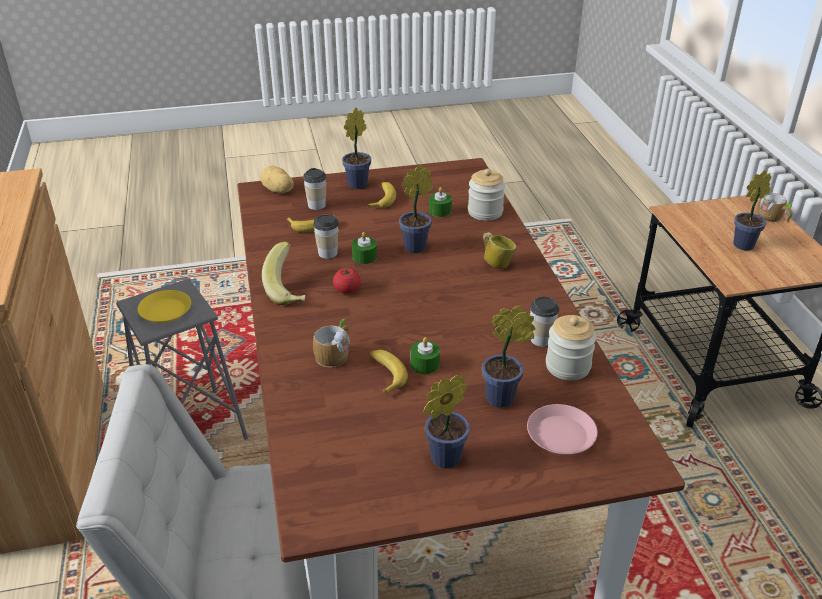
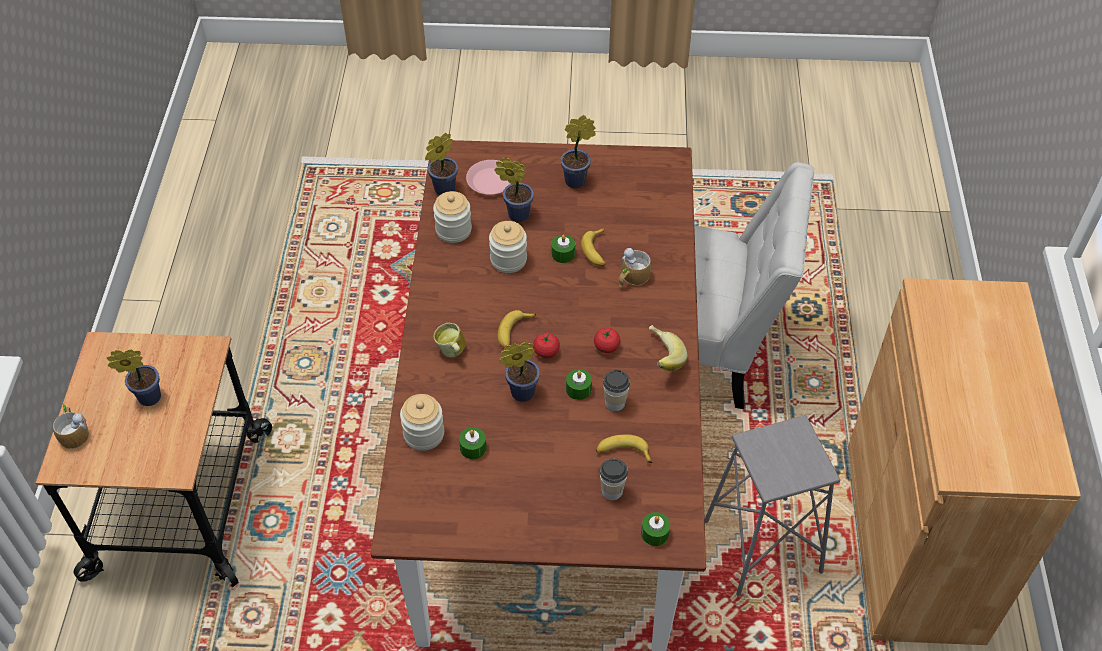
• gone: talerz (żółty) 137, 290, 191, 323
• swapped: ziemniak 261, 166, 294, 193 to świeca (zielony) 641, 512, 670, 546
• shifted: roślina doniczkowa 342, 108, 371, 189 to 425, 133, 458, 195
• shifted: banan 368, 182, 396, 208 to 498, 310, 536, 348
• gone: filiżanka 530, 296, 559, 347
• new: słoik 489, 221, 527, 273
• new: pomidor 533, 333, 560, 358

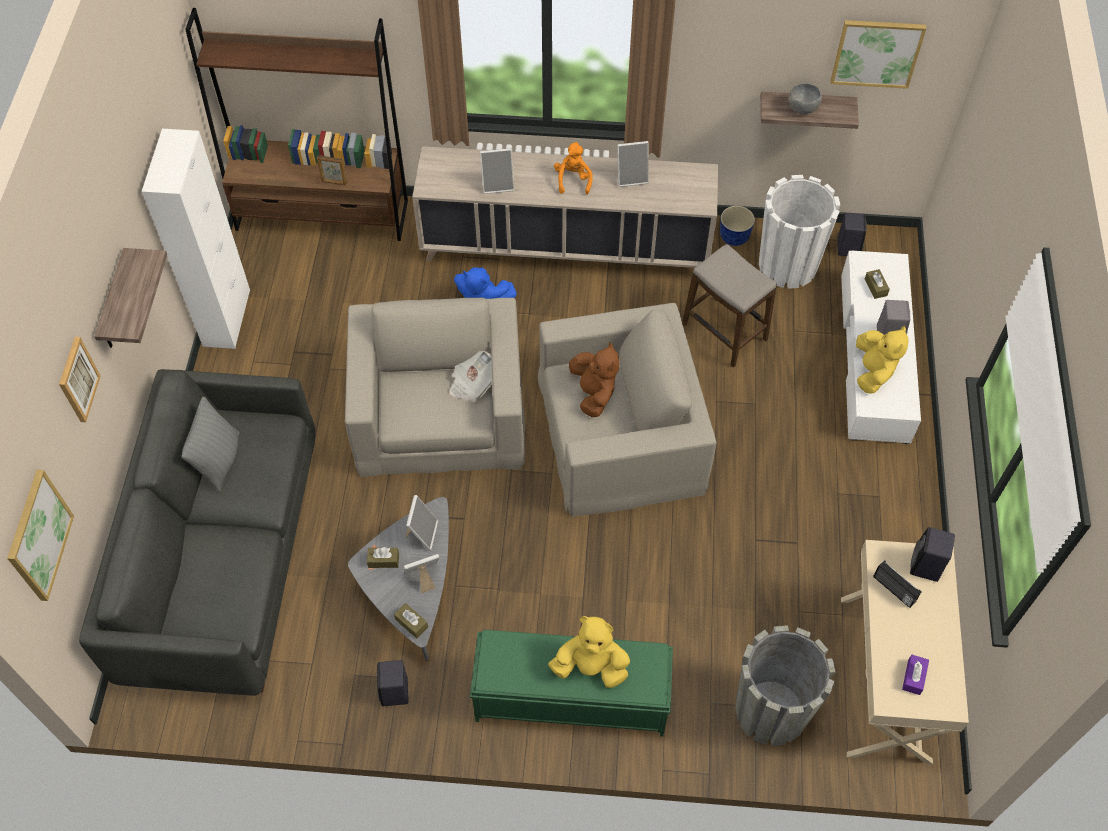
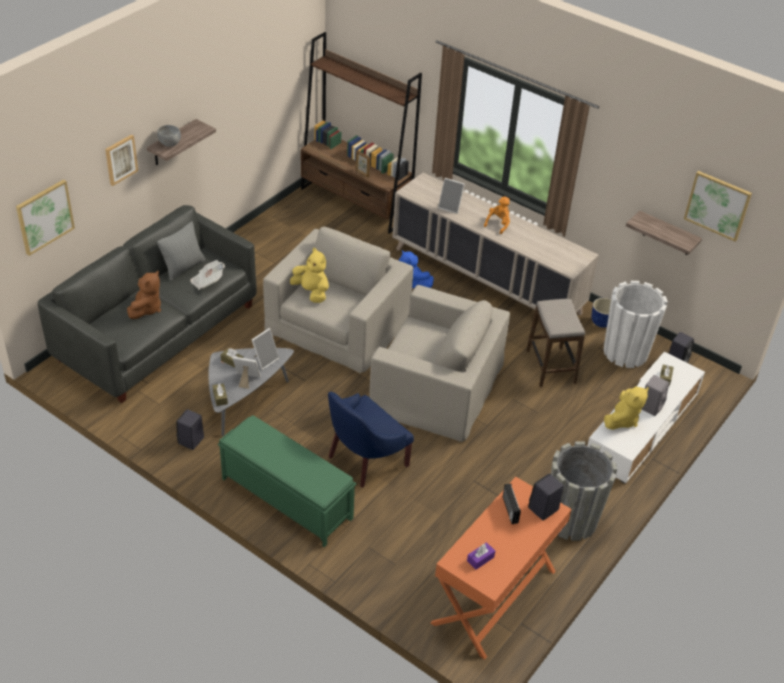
• gone: szafka (biały) 142, 129, 250, 349
• shifted: gazeta 449, 351, 492, 403 to 190, 260, 225, 290
• shifted: pluszak (żółty) 548, 616, 630, 688 to 290, 248, 329, 303
• shifted: pluszak (brązowy) 569, 342, 619, 417 to 127, 271, 161, 319
• gone: ramka na zdjęcie 617, 141, 649, 187
• shifted: donica (szary) 735, 625, 835, 746 to 551, 442, 618, 541
• shifted: miska (szary) 789, 83, 822, 114 to 157, 125, 181, 147
• repainted: stolik konsolowy (beżowy) 841, 540, 969, 764 to stolik konsolowy (pomarańczowy) 431, 477, 572, 660
• new: fotel (niebieski) 328, 392, 414, 488

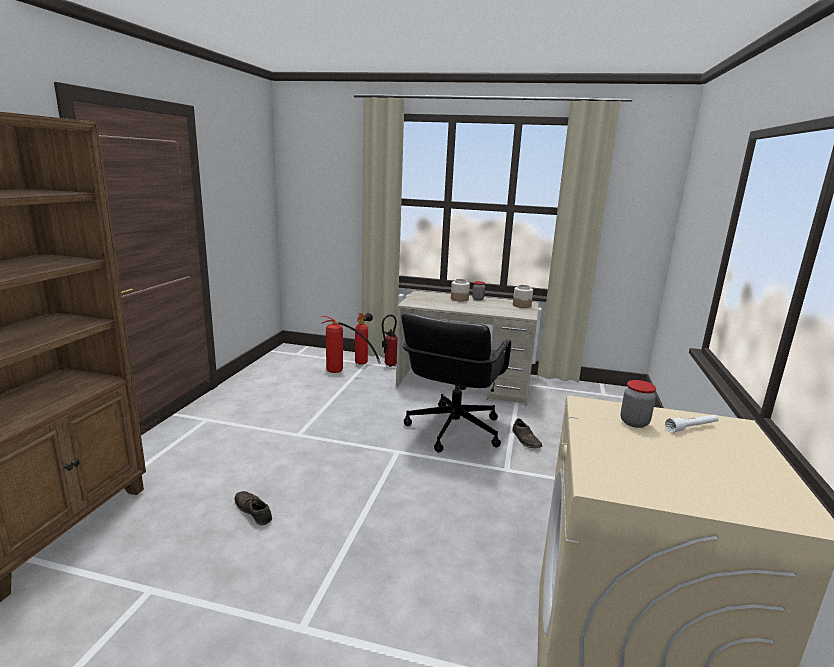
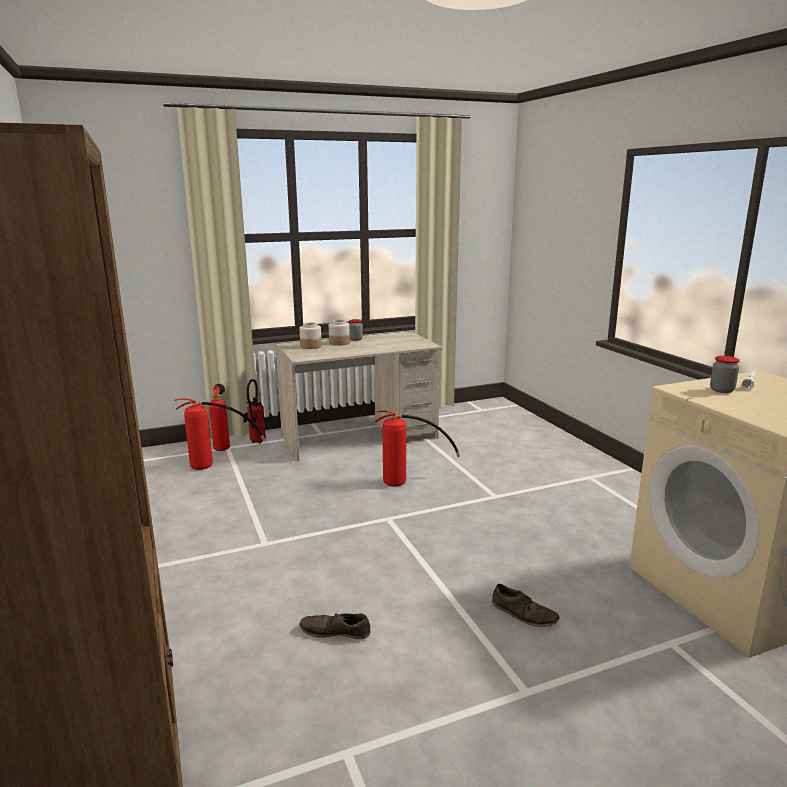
• swapped: krzesło biurowe (czarny) 401, 313, 511, 453 to gaśnica 374, 411, 460, 487
• shifted: but (brązowy) 512, 418, 542, 448 to 492, 584, 560, 627
• shifted: słoik 513, 285, 533, 308 to 300, 322, 322, 349

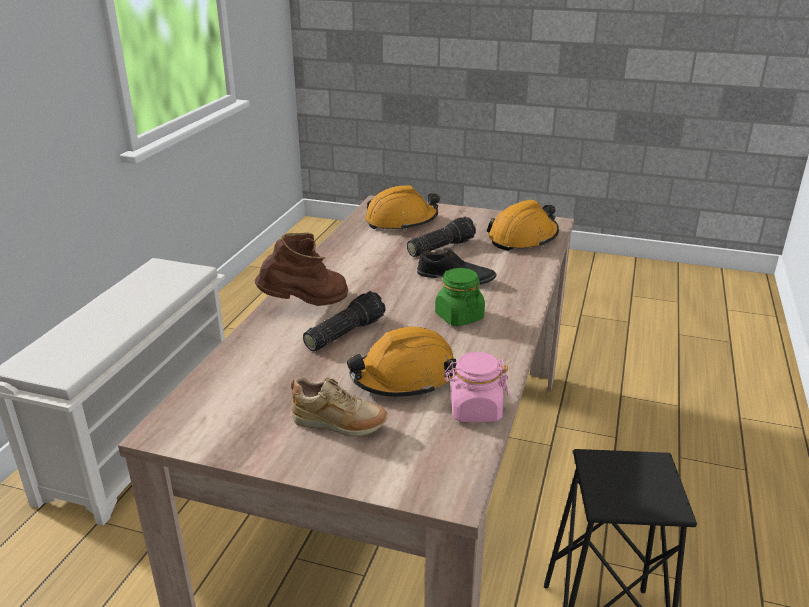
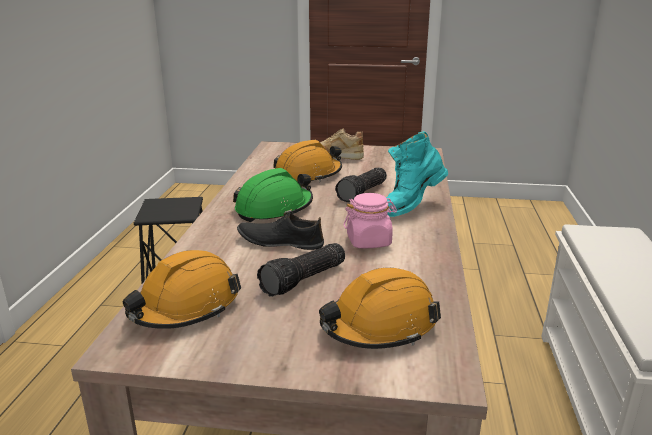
• repainted: but z cholewką (brązowy) 255, 232, 348, 306 to but z cholewką (turkusowy) 386, 131, 448, 217
• swapped: słoik (zielony) 435, 268, 485, 326 to kask (zielony) 233, 168, 313, 222
• shifted: słoik (różowy) 444, 352, 509, 422 to 344, 193, 397, 248

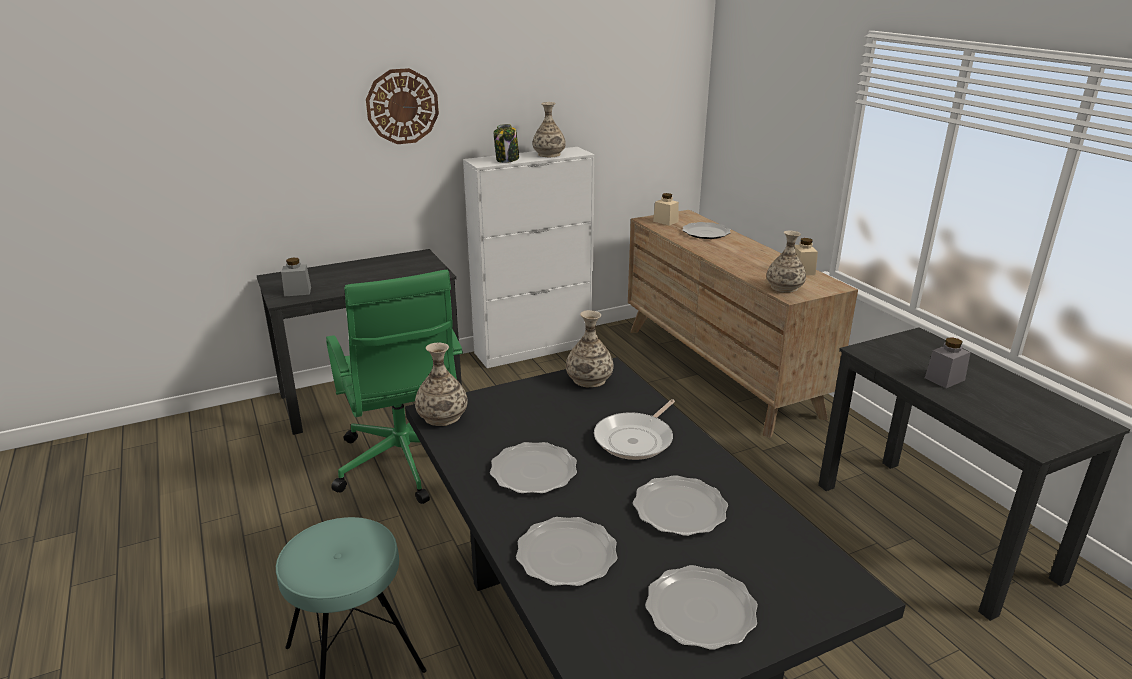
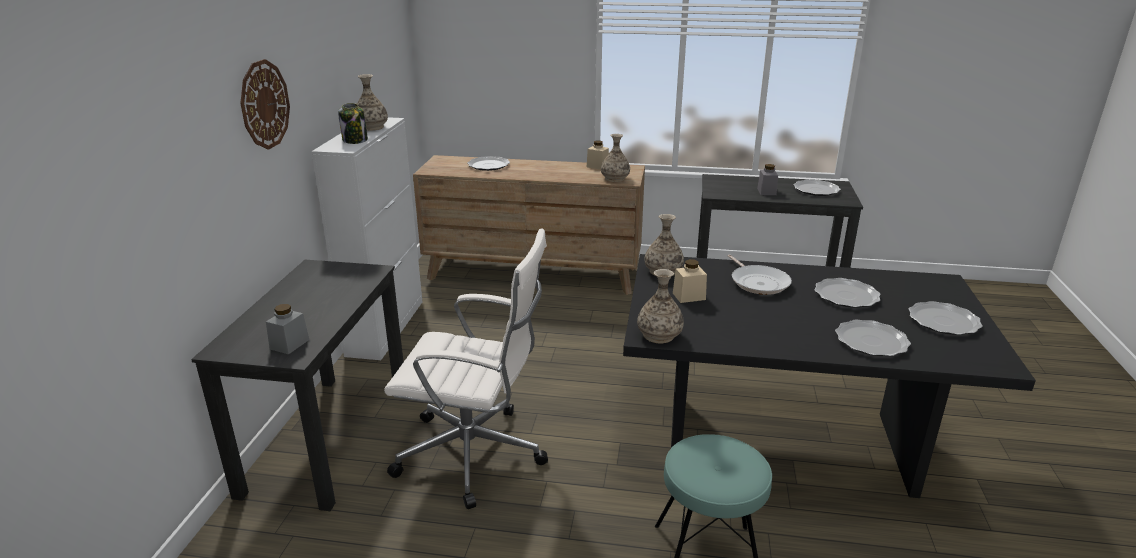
• repainted: krzesło biurowe (zielony) 326, 270, 463, 504 to krzesło biurowe (biały) 384, 229, 548, 509
• shifted: talerz 490, 442, 577, 494 to 793, 179, 841, 196
• shifted: słoik (beżowy) 653, 193, 679, 226 to 673, 259, 707, 303

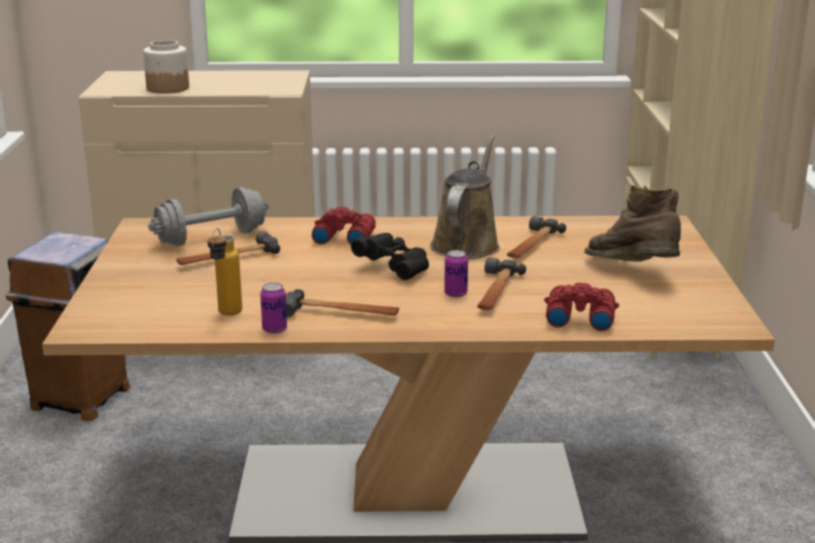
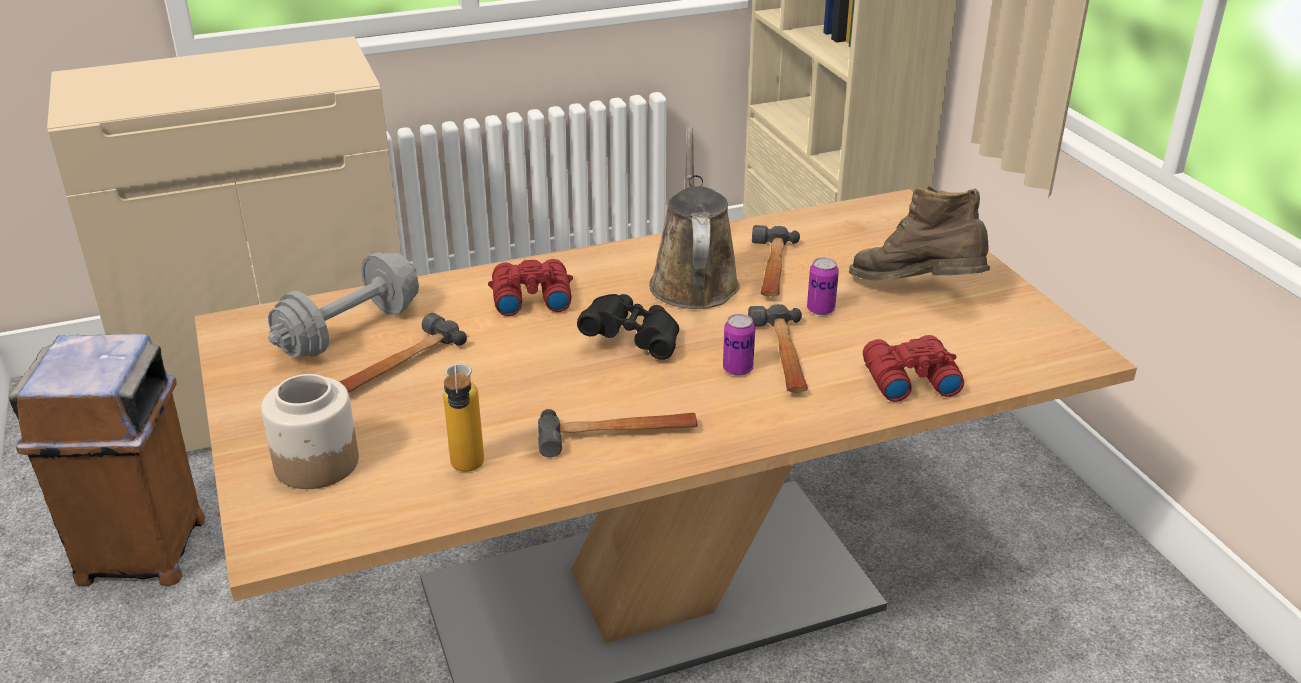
• shifted: słoik 143, 40, 189, 94 to 261, 374, 359, 489
• shifted: puszka 260, 283, 287, 334 to 807, 257, 839, 315

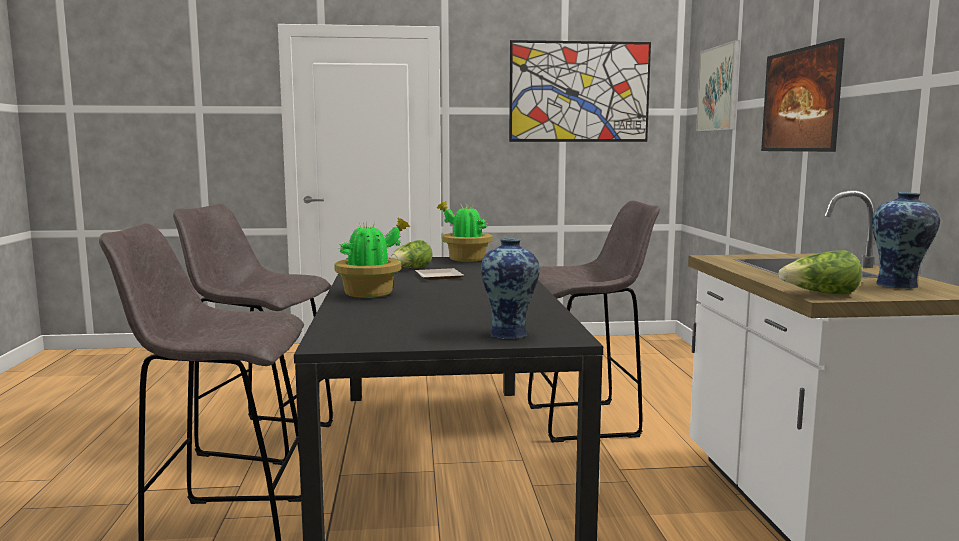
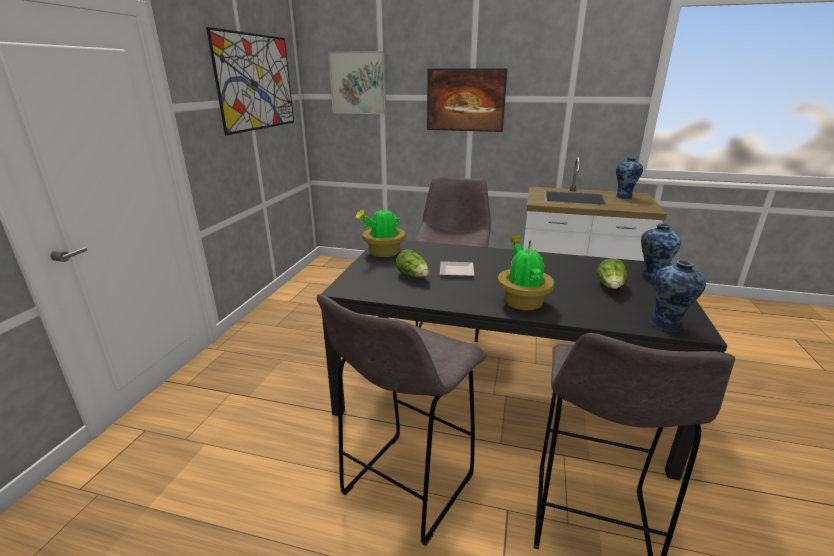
• shifted: sałata 778, 250, 862, 295 to 597, 258, 627, 289
• new: wazon 650, 260, 706, 332

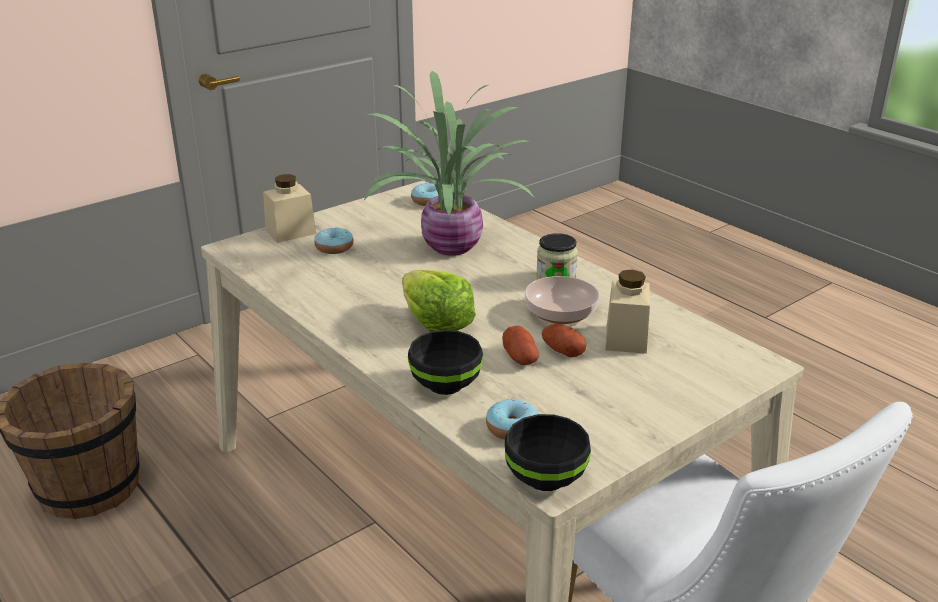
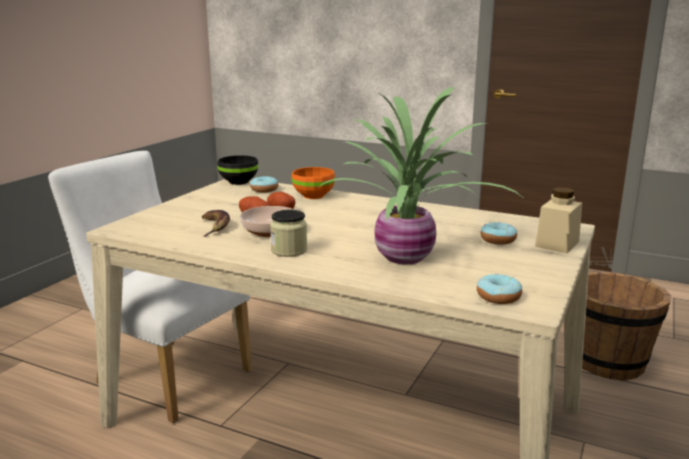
• gone: sałata 402, 270, 476, 332
• repainted: miska (czarny) 408, 330, 483, 395 to miska (pomarańczowy) 292, 167, 335, 199
• swapped: słoik (beżowy) 605, 269, 650, 354 to banan 202, 210, 230, 237

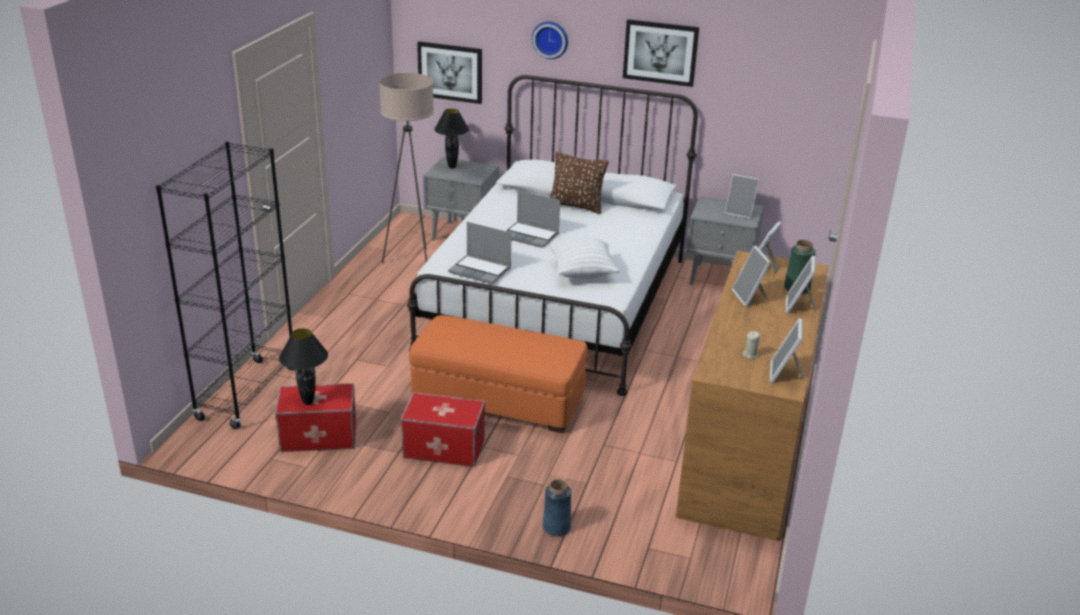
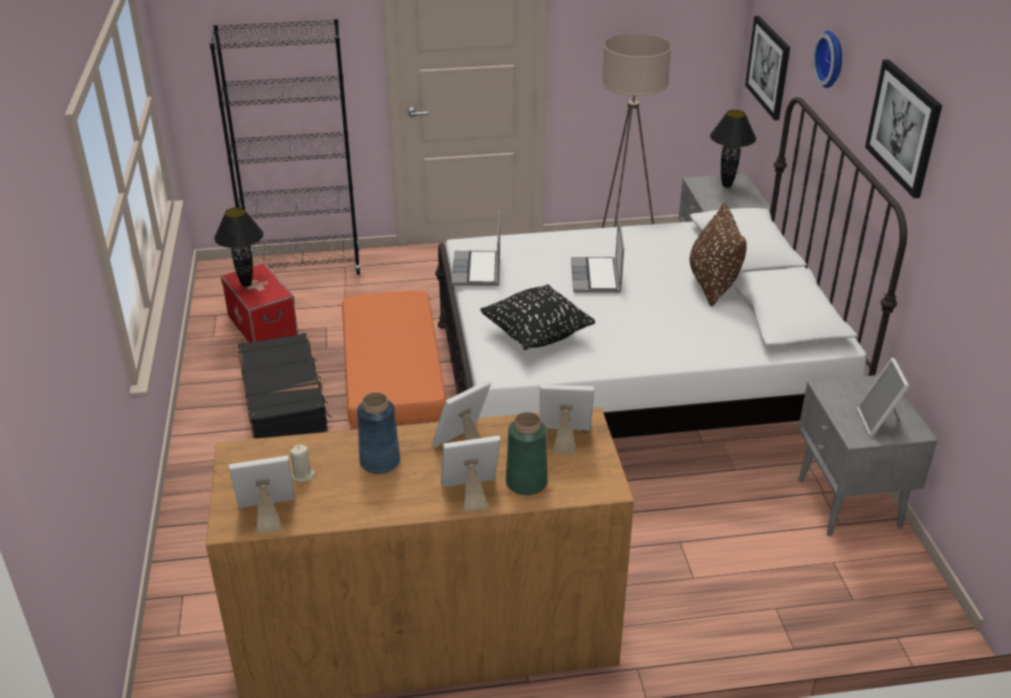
• swapped: pojemnik do przechowywania 400, 392, 485, 467 to walizka (czarny) 238, 333, 332, 439
• shifted: wazon (niebieski) 542, 479, 571, 536 to 357, 392, 400, 474
• repainted: poduszka (biały) 550, 237, 619, 279 to poduszka (czarny) 480, 284, 595, 350

